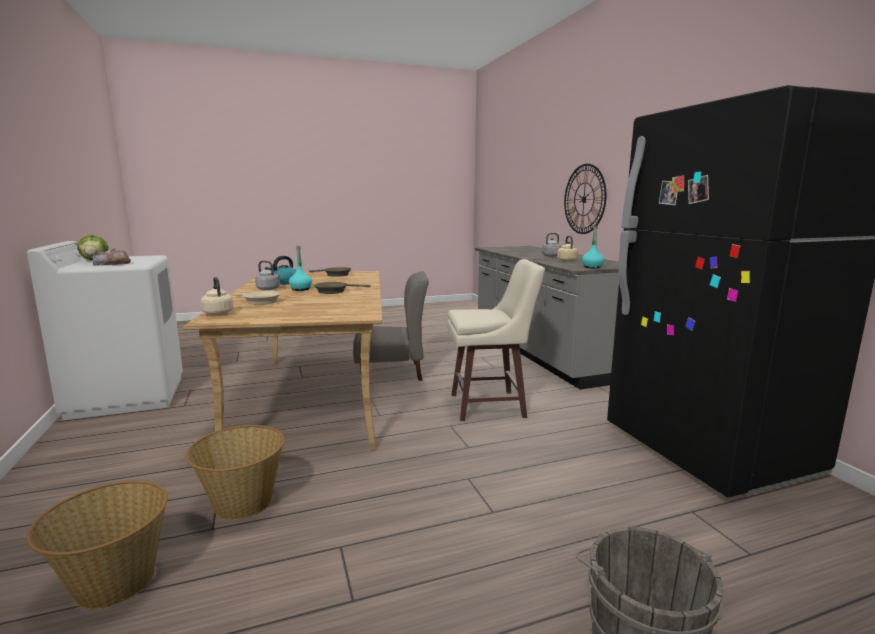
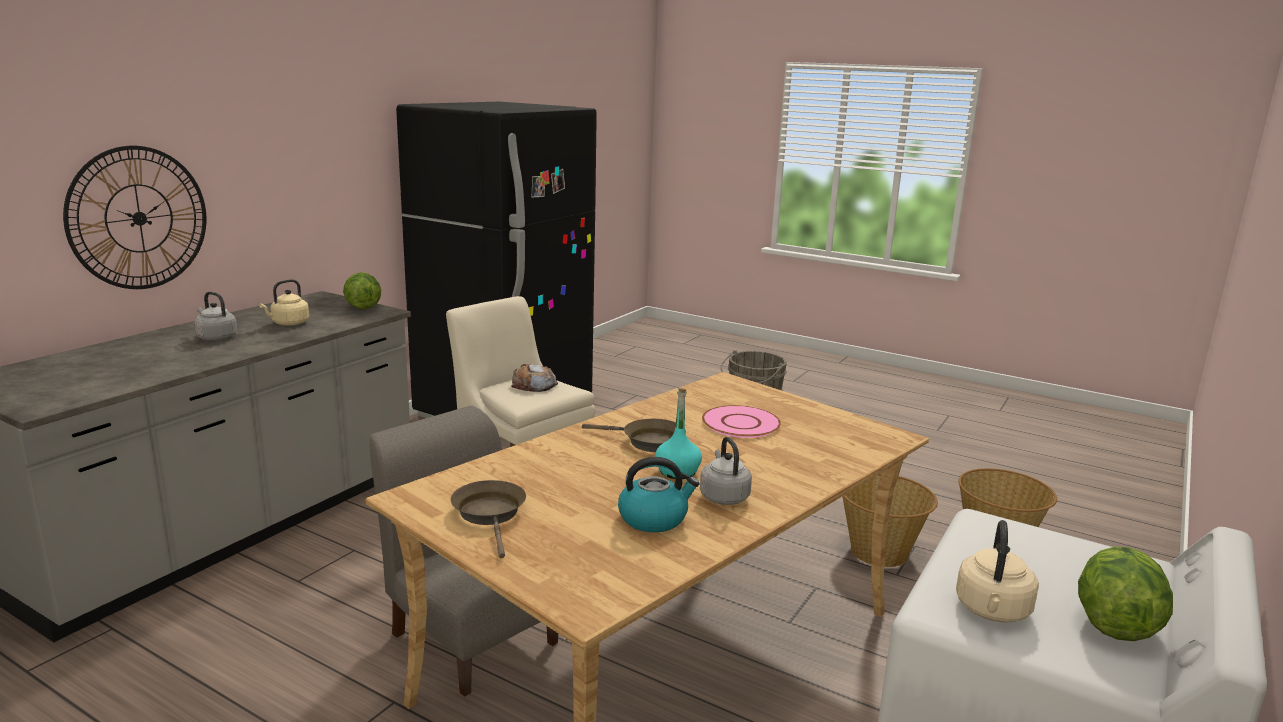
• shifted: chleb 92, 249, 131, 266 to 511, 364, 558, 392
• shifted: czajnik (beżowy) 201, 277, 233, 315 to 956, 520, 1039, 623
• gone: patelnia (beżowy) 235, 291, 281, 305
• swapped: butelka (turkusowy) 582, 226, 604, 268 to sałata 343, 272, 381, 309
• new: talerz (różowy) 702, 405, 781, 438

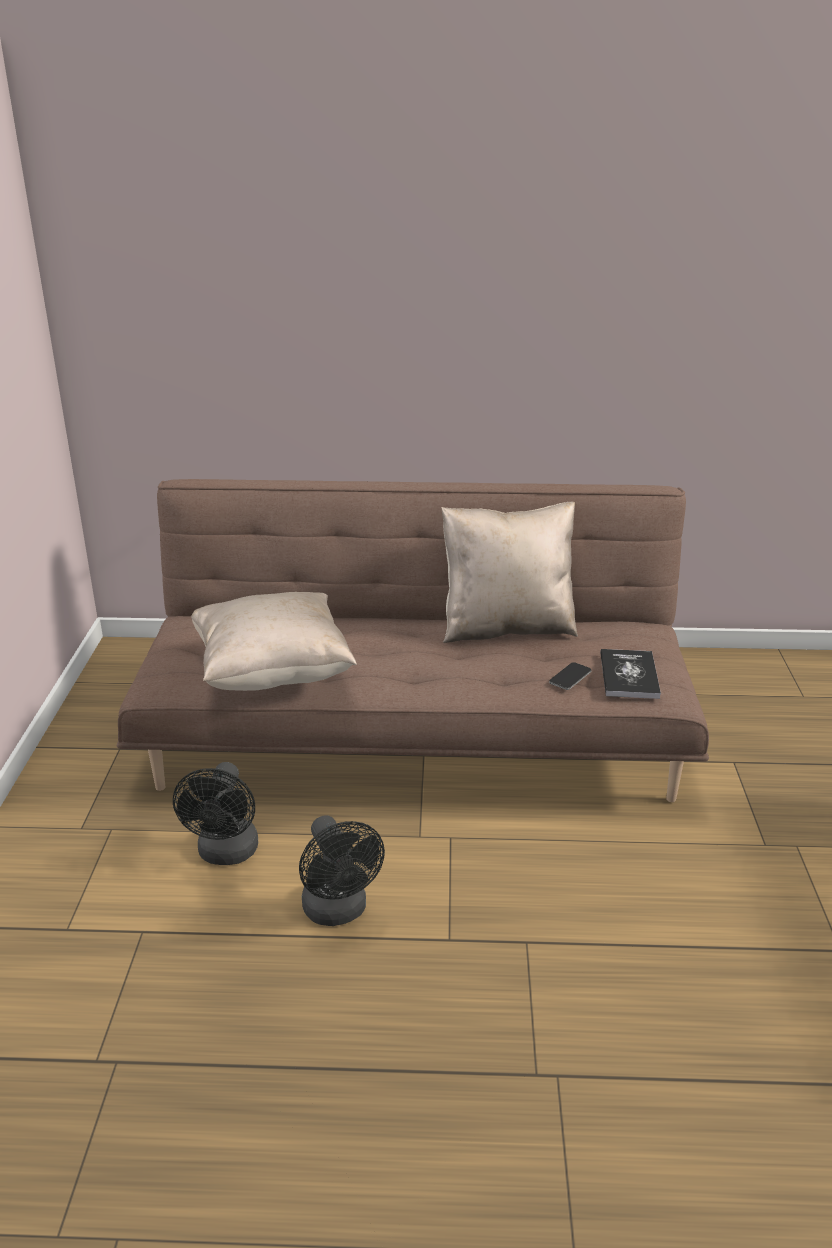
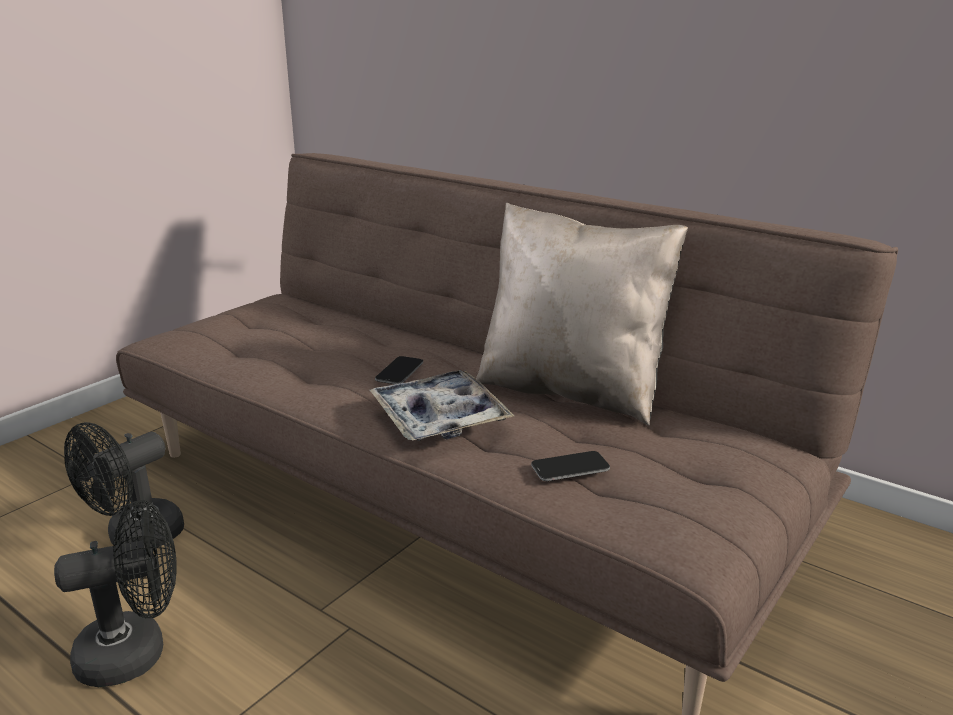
• gone: poduszka (beżowy) 191, 592, 357, 691
• rotated: wentylator (czarny) 299, 815, 385, 926 = 54, 500, 176, 687 120 degrees counterclockwise
• gone: książka 600, 649, 661, 699
• new: taca 370, 370, 514, 441
• new: telefon 375, 356, 423, 384

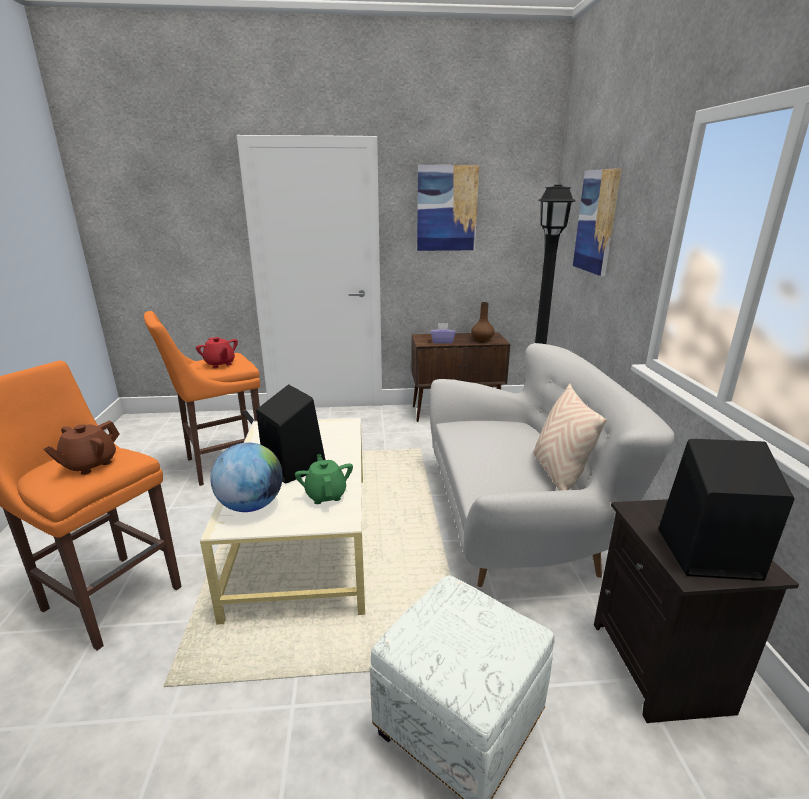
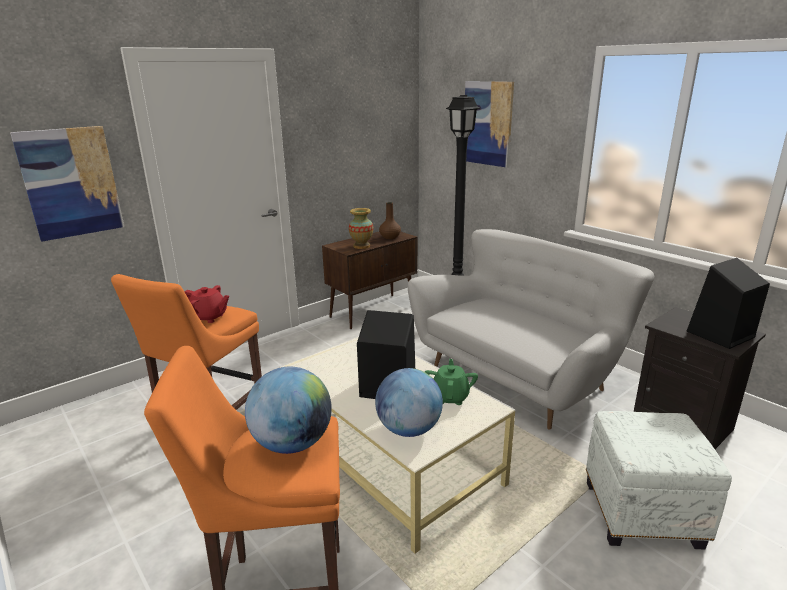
• swapped: imbryk (brązowy) 43, 421, 120, 475 to globus 245, 367, 332, 454
• rotated: imbryk (zielony) 295, 454, 353, 504 = 425, 359, 478, 405 60 degrees clockwise
• shifted: obraz 417, 165, 479, 251 to 10, 126, 124, 242
• swapped: pudełko chusteczek (fioletowy) 431, 323, 456, 344 to wazon 349, 208, 373, 249
• gone: poduszka (beżowy) 533, 384, 607, 491

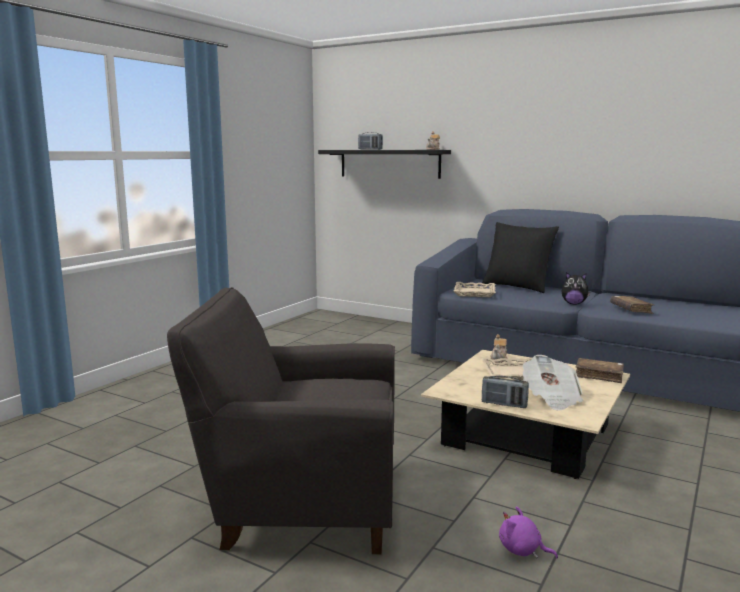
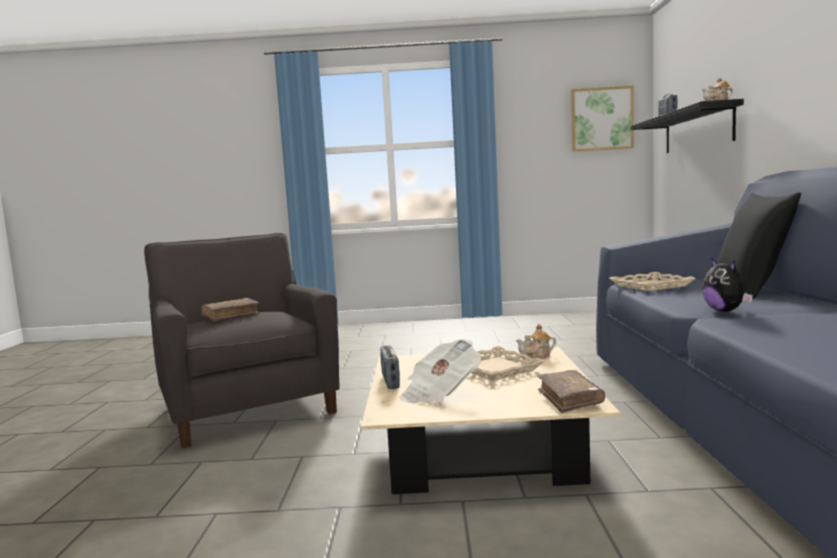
• gone: pluszak (fioletowy) 499, 506, 558, 559
• shifted: książka (brązowy) 610, 296, 654, 314 to 201, 298, 260, 321
• new: obraz 571, 85, 634, 152

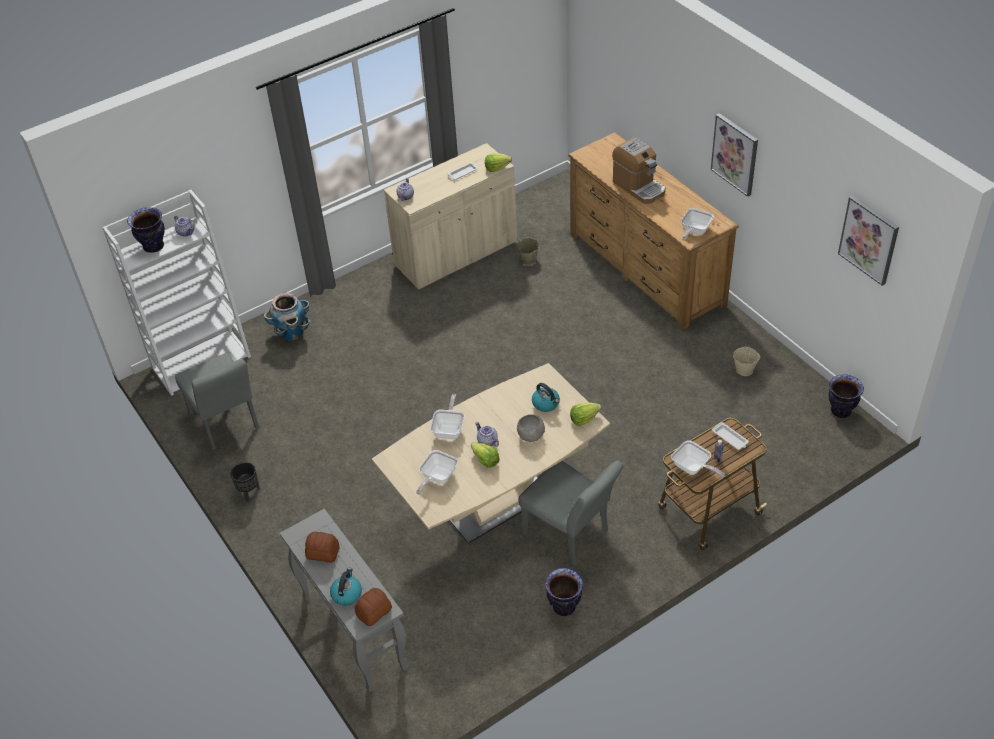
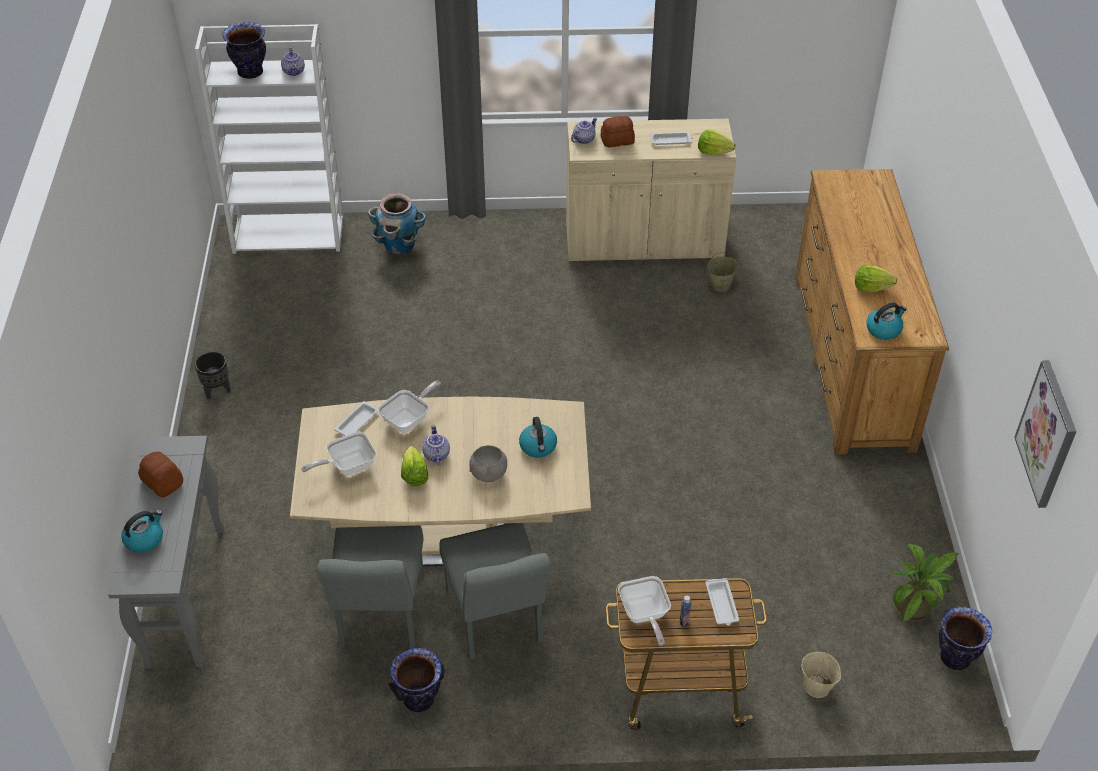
• shifted: krzesło (szary) 175, 353, 260, 449 to 317, 526, 424, 648
• shifted: chleb 355, 588, 392, 626 to 601, 116, 635, 147
• shifted: sałata 570, 403, 601, 426 to 855, 265, 897, 292
• gone: ekspres do kawy 612, 137, 665, 204
• swapped: patelnia 681, 208, 714, 241 to czajnik 866, 303, 907, 340
• gone: obraz 711, 113, 758, 197
• shifted: wiadro (beżowy) 733, 345, 760, 376 to 801, 652, 841, 698
• new: taca (biały) 334, 401, 378, 436
• new: roślina doniczkowa 889, 543, 959, 622

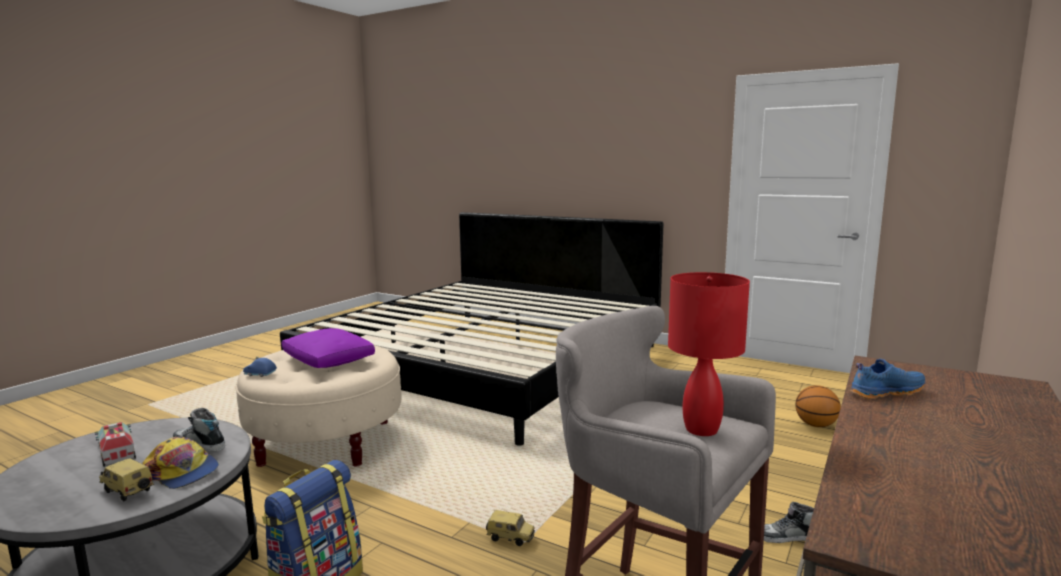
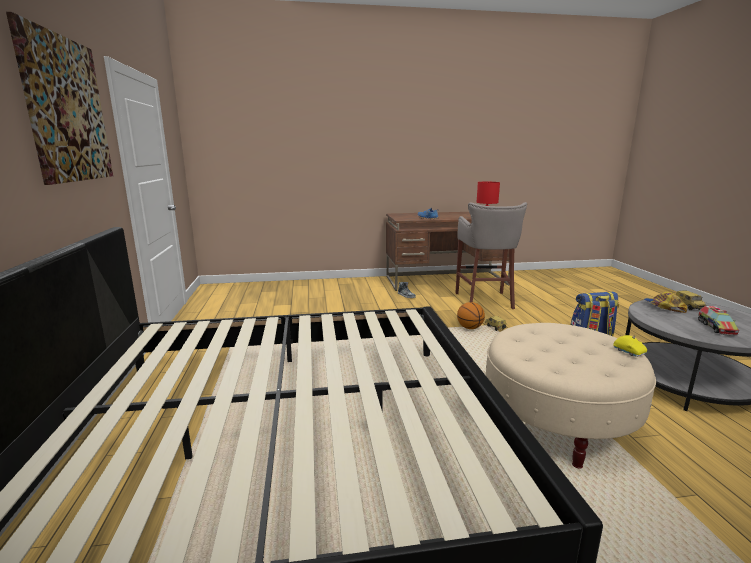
• gone: but 173, 408, 225, 452
• repainted: samochodzik (niebieski) 243, 356, 277, 377 to samochodzik (żółty) 613, 335, 647, 357
• gone: poduszka (fioletowy) 282, 328, 375, 368
• shifted: piłka do koszykówki 795, 385, 841, 427 to 457, 302, 485, 329
• new: obraz 6, 12, 113, 185

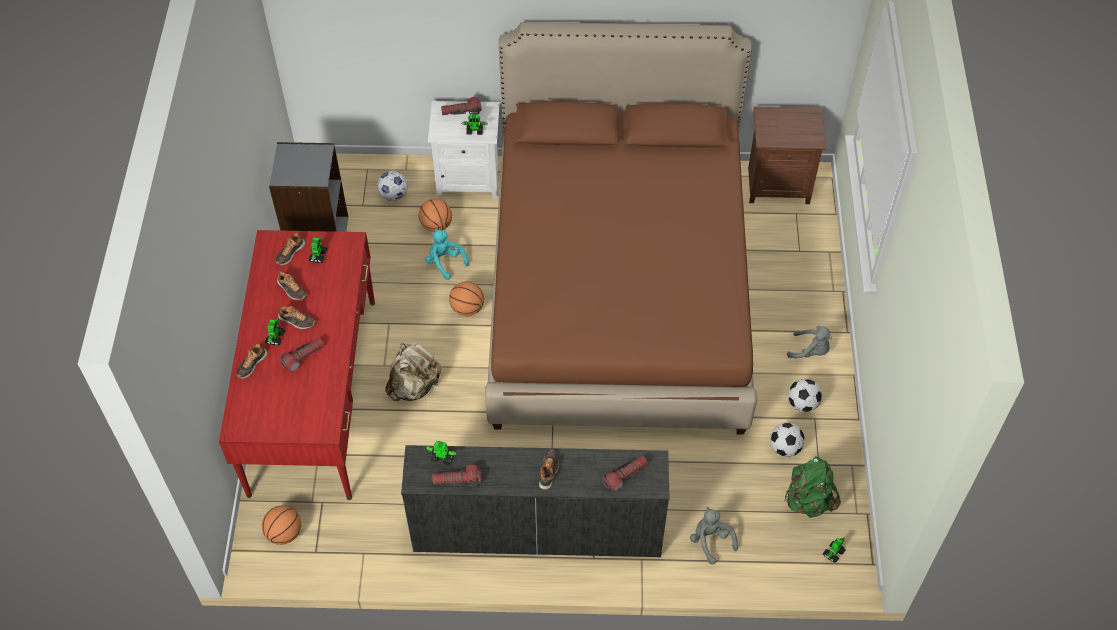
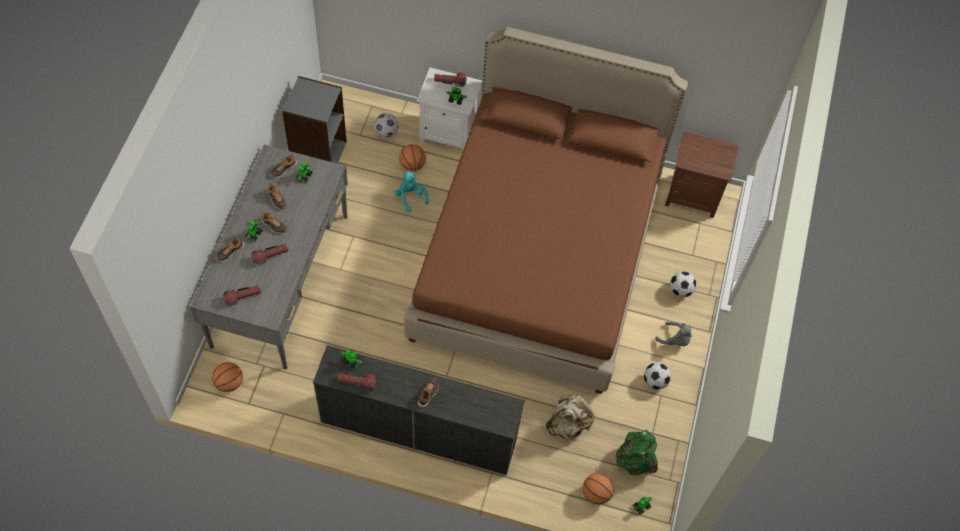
• repainted: biurko (czerwony) 219, 230, 375, 500 to biurko (szary) 190, 145, 348, 369
• shifted: plecak (beżowy) 385, 343, 441, 401 to 546, 395, 595, 439
• shifted: piłka do koszykówki 449, 281, 484, 316 to 583, 473, 614, 504
• shifted: latarka 602, 456, 648, 491 to 223, 285, 261, 306
• gone: pluszak (szary) 690, 507, 738, 565
• shifted: piłka futbolowa 770, 423, 805, 457 to 670, 271, 696, 297

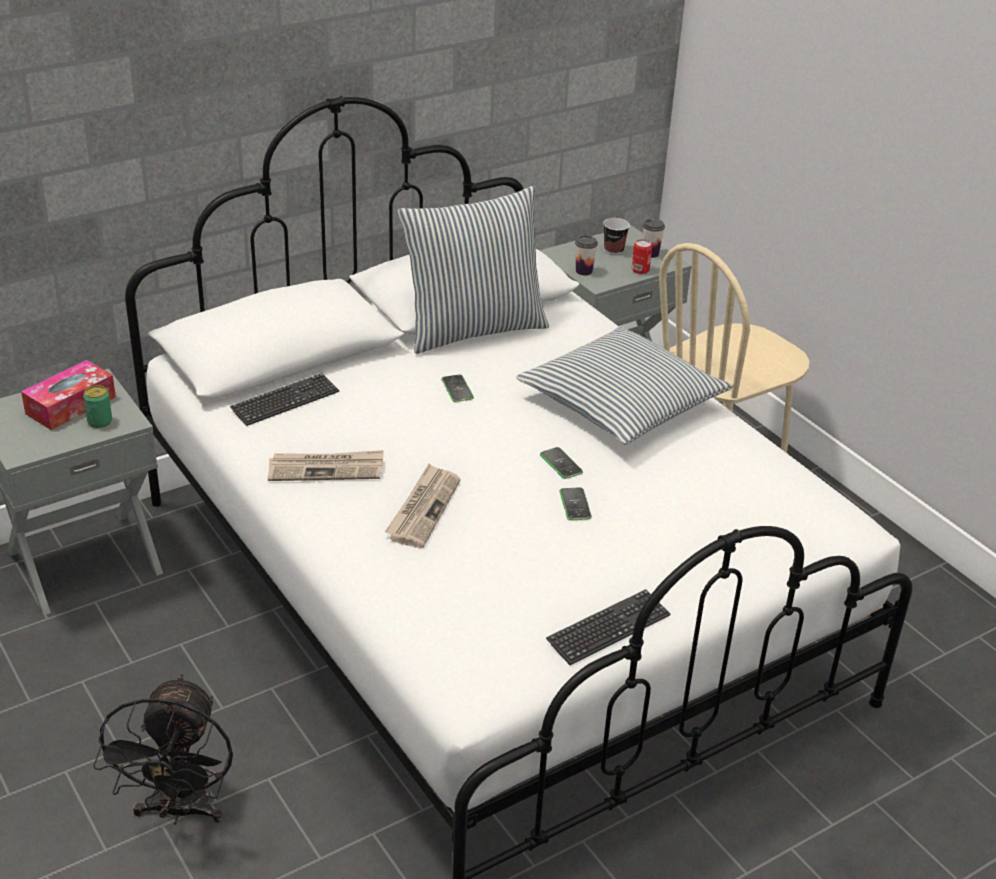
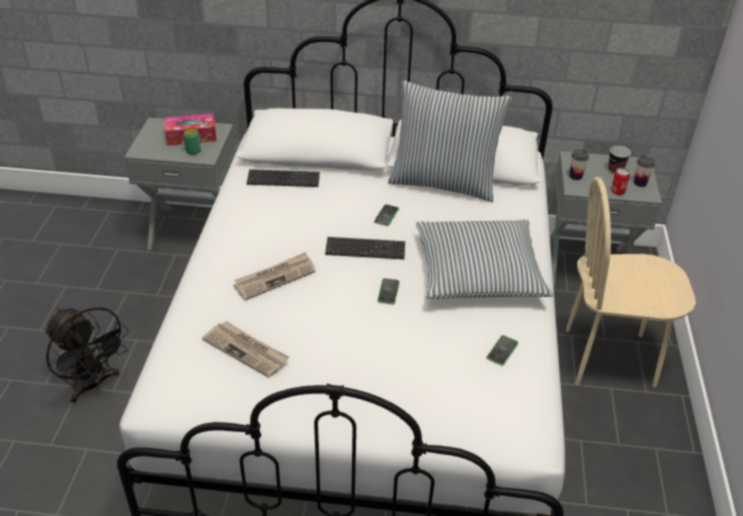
• rotated: wentylator (czarny) 93, 674, 233, 825 = 45, 307, 129, 403 90 degrees counterclockwise
• shifted: gazeta 268, 450, 384, 481 to 202, 321, 289, 378
• shifted: klawiatura 546, 589, 670, 665 to 325, 237, 405, 259
• shifted: telefon 560, 487, 592, 520 to 486, 335, 518, 366

